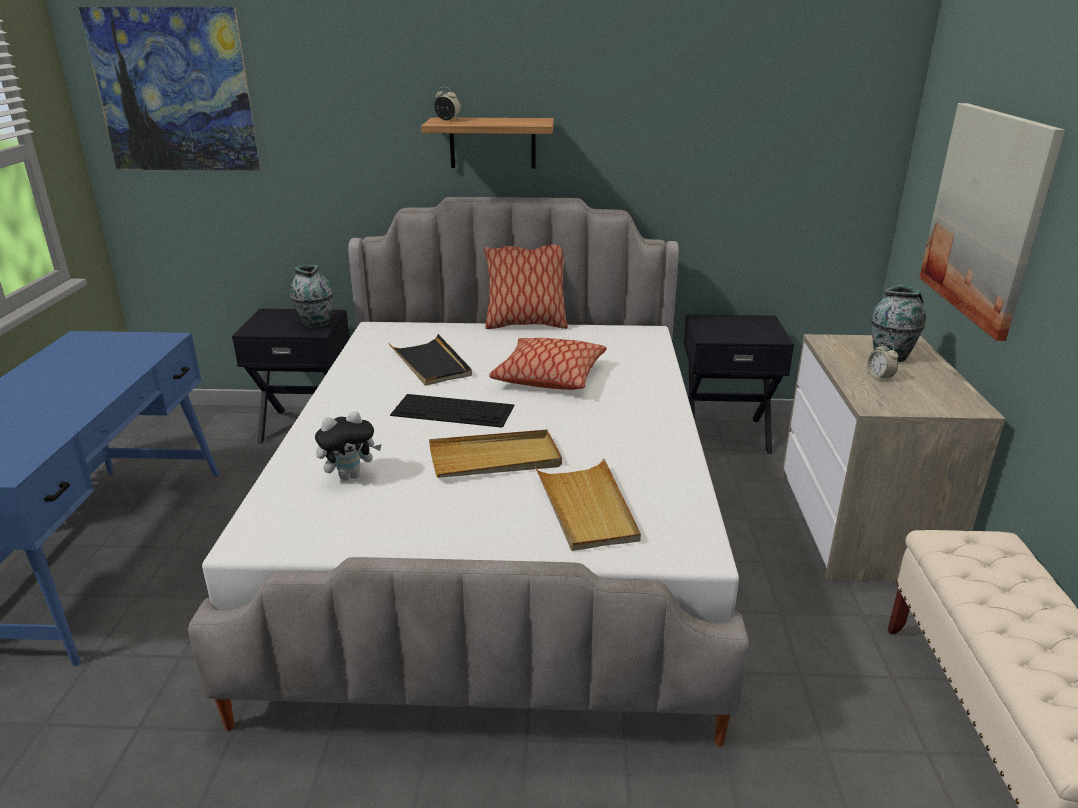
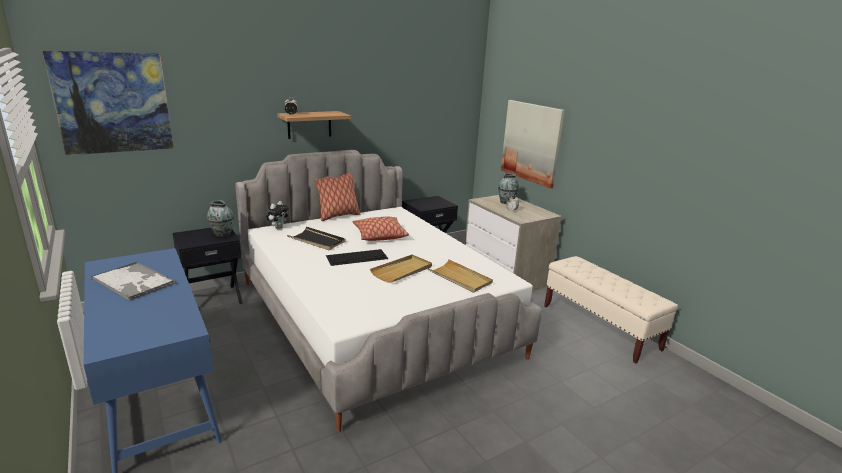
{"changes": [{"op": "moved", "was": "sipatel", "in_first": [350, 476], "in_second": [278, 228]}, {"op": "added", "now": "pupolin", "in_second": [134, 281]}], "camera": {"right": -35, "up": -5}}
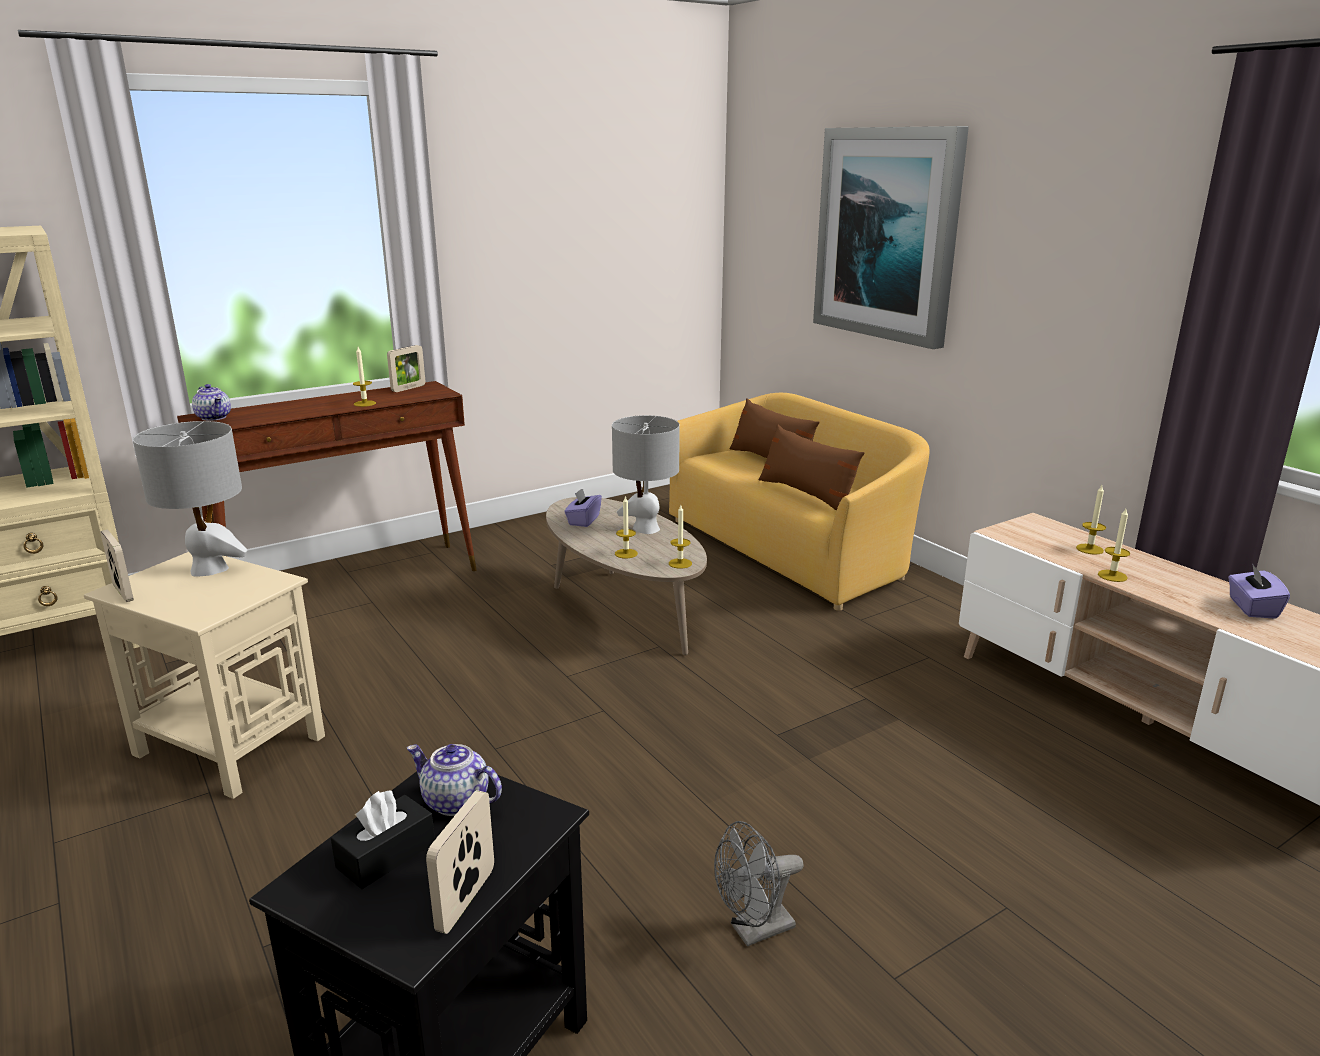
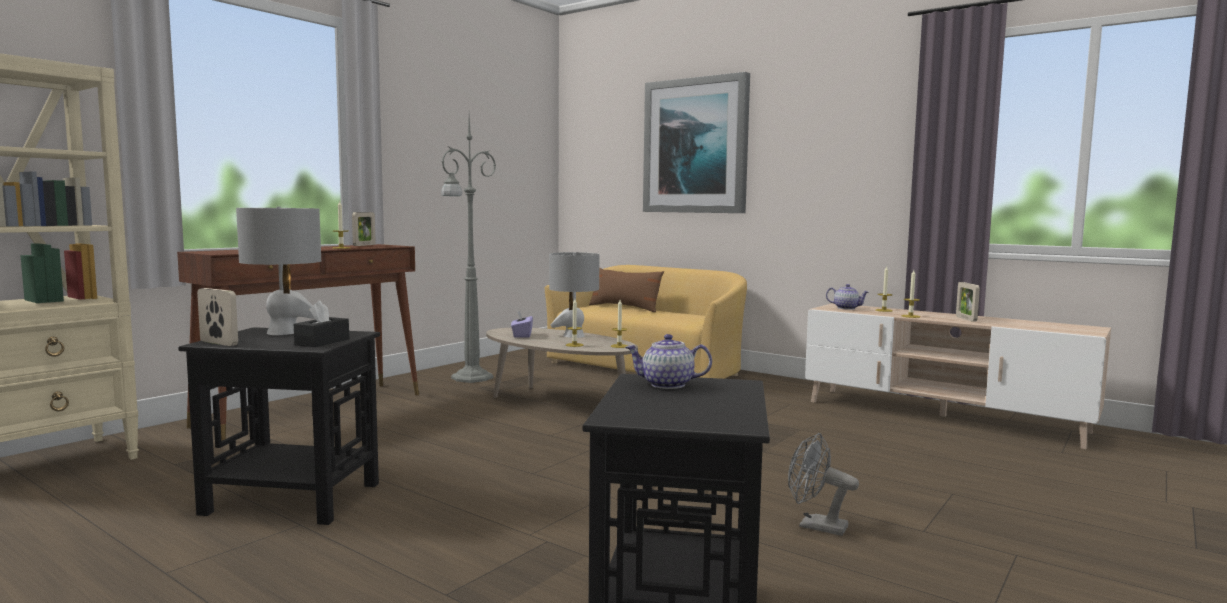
{"changes": [{"op": "moved", "was": "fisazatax", "in_first": [214, 417], "in_second": [846, 308]}, {"op": "removed", "was": "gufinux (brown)", "in_first": [807, 494]}, {"op": "recoloured", "was": "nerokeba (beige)", "now": "nerokeba (black)", "in_first": [228, 745], "in_second": [290, 498]}, {"op": "removed", "was": "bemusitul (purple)", "in_first": [1252, 608]}, {"op": "moved", "was": "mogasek", "in_first": [466, 900], "in_second": [966, 319]}, {"op": "moved", "was": "bemusitul (black)", "in_first": [386, 855], "in_second": [322, 342]}, {"op": "turned", "was": "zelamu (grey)", "in_first": [754, 931], "in_second": [815, 526], "clockwise": 75}, {"op": "added", "now": "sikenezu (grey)", "in_second": [470, 378]}], "camera": {"right": -20, "up": -15}}
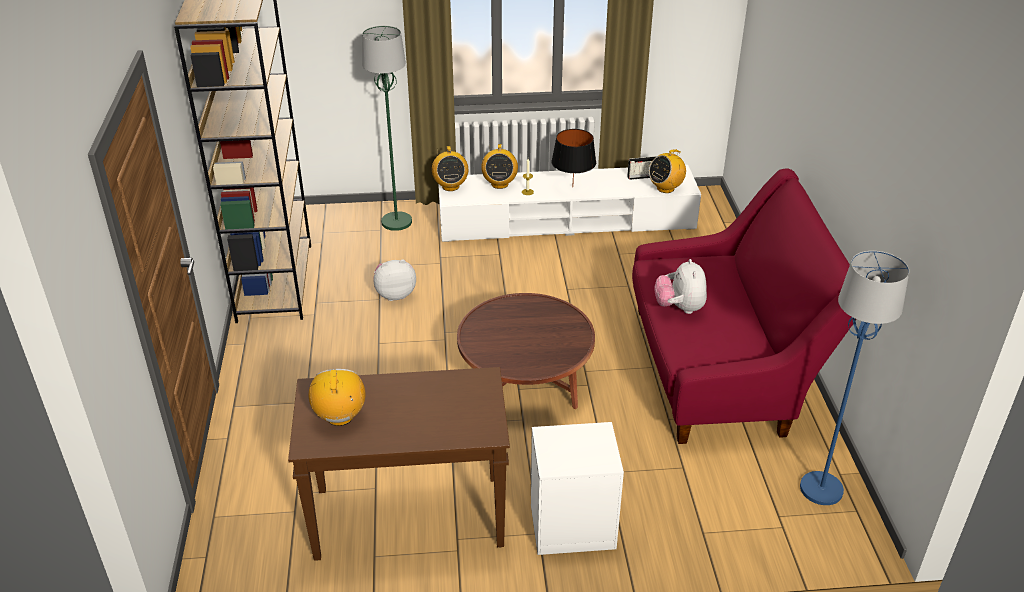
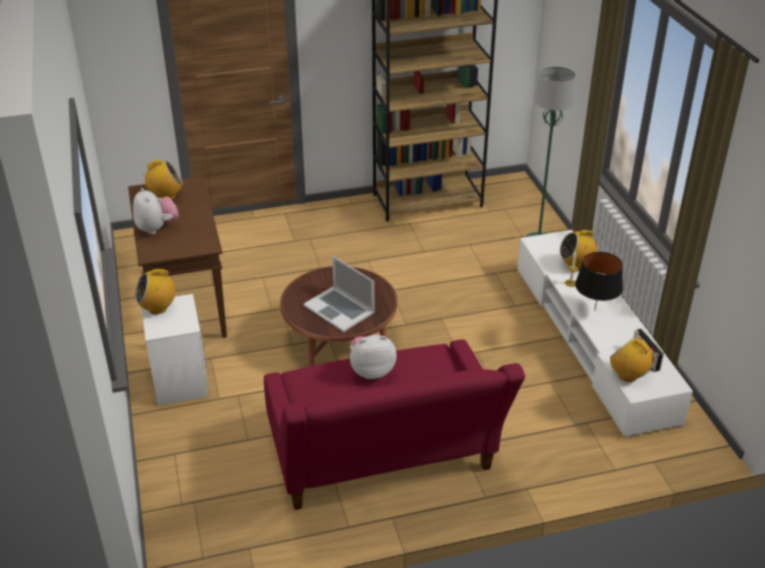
{"changes": [{"op": "moved", "was": "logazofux", "in_first": [450, 186], "in_second": [158, 308]}, {"op": "removed", "was": "sikenezu (blue)", "in_first": [821, 489]}, {"op": "moved", "was": "sipatel", "in_first": [395, 294], "in_second": [157, 228]}, {"op": "added", "now": "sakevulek", "in_second": [339, 309]}], "camera": {"right": 80, "up": 0}}
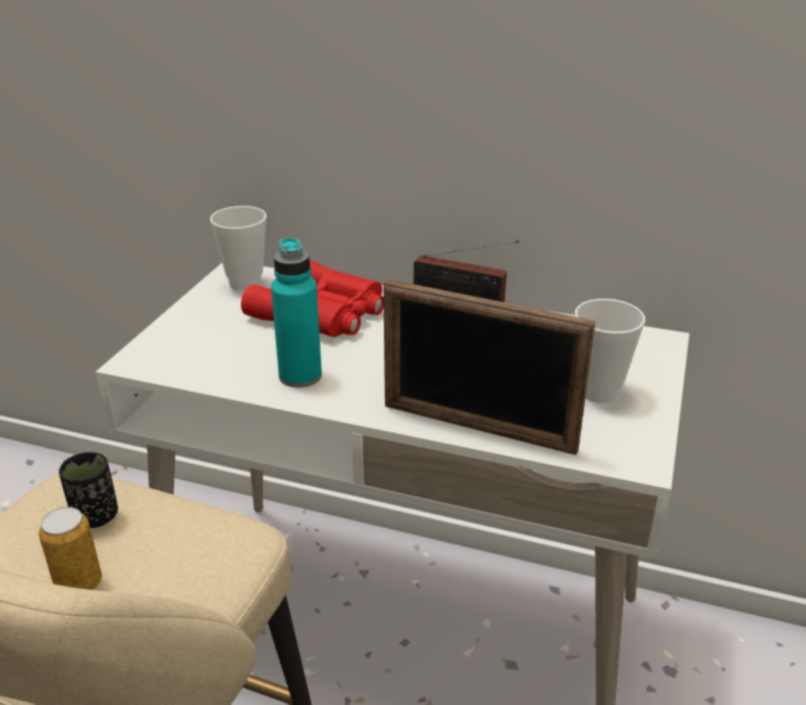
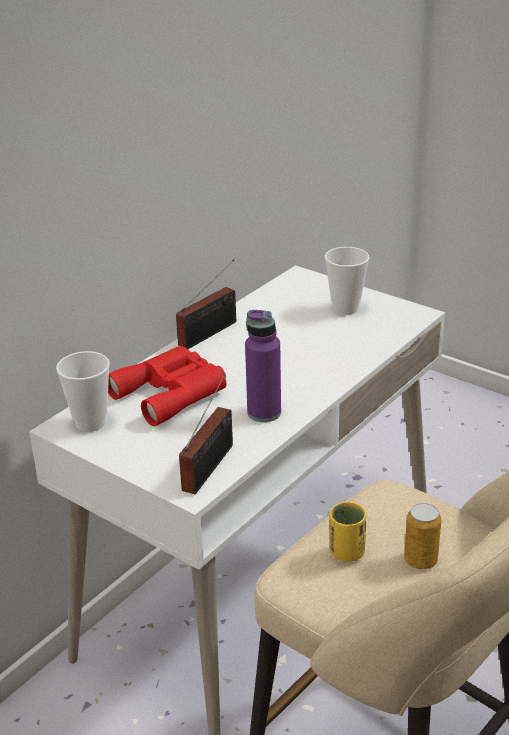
{"changes": [{"op": "recoloured", "was": "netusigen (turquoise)", "now": "netusigen (purple)", "in_first": [300, 376], "in_second": [264, 413]}, {"op": "removed", "was": "mogasek", "in_first": [477, 428]}, {"op": "recoloured", "was": "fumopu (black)", "now": "fumopu (yellow)", "in_first": [95, 516], "in_second": [346, 552]}, {"op": "added", "now": "logazofux", "in_second": [211, 465]}], "camera": {"right": -70, "up": 0}}
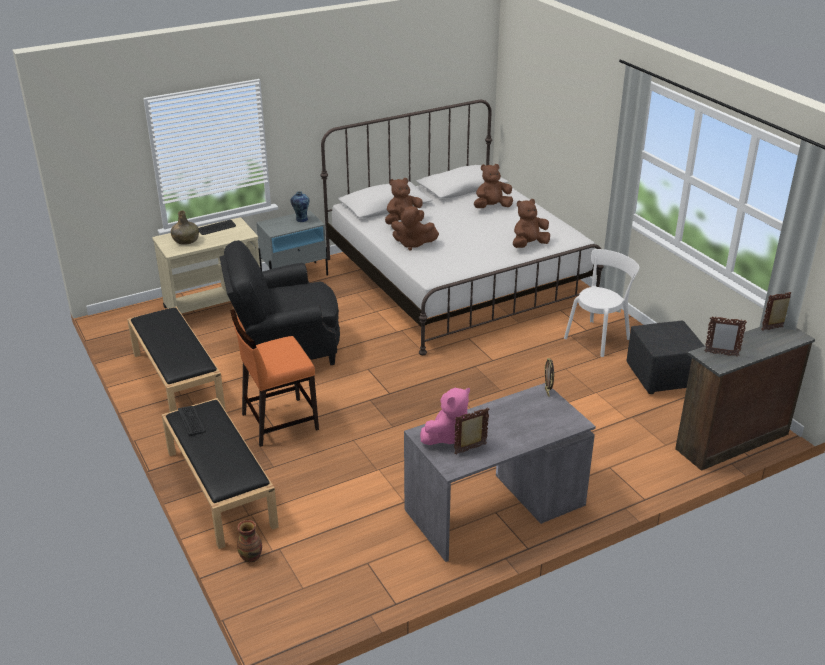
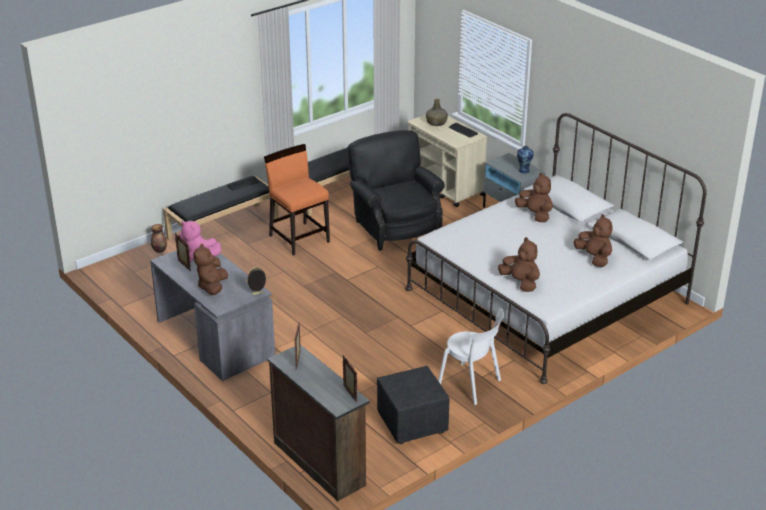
{"changes": [{"op": "moved", "was": "sipatel (brown)", "in_first": [413, 244], "in_second": [212, 287]}], "camera": {"right": 80, "up": 0}}
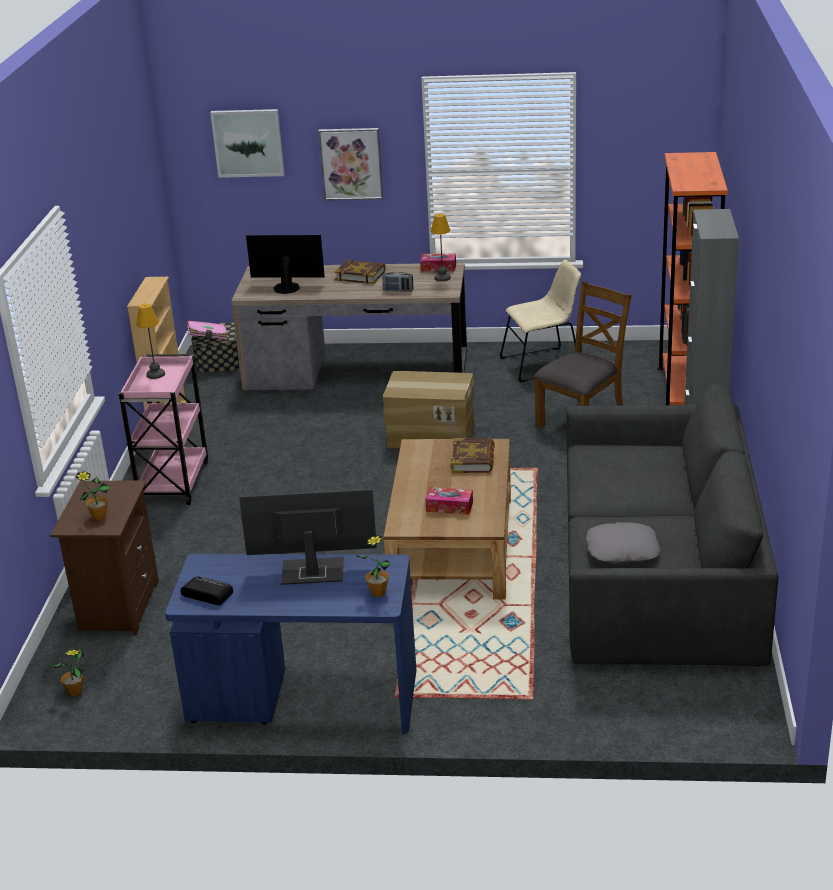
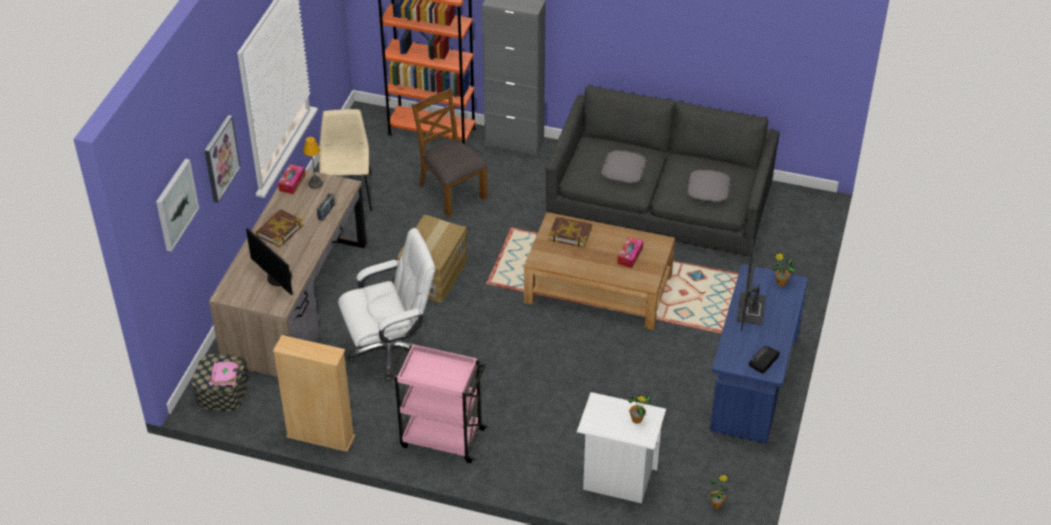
{"changes": [{"op": "turned", "was": "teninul", "in_first": [287, 287], "in_second": [277, 279], "clockwise": -60}, {"op": "removed", "was": "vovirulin", "in_first": [156, 374]}, {"op": "recoloured", "was": "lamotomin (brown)", "now": "lamotomin (white)", "in_first": [117, 606], "in_second": [617, 479]}, {"op": "added", "now": "gufinux (grey)", "in_second": [624, 171]}, {"op": "added", "now": "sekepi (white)", "in_second": [390, 349]}], "camera": {"right": -80, "up": 15}}
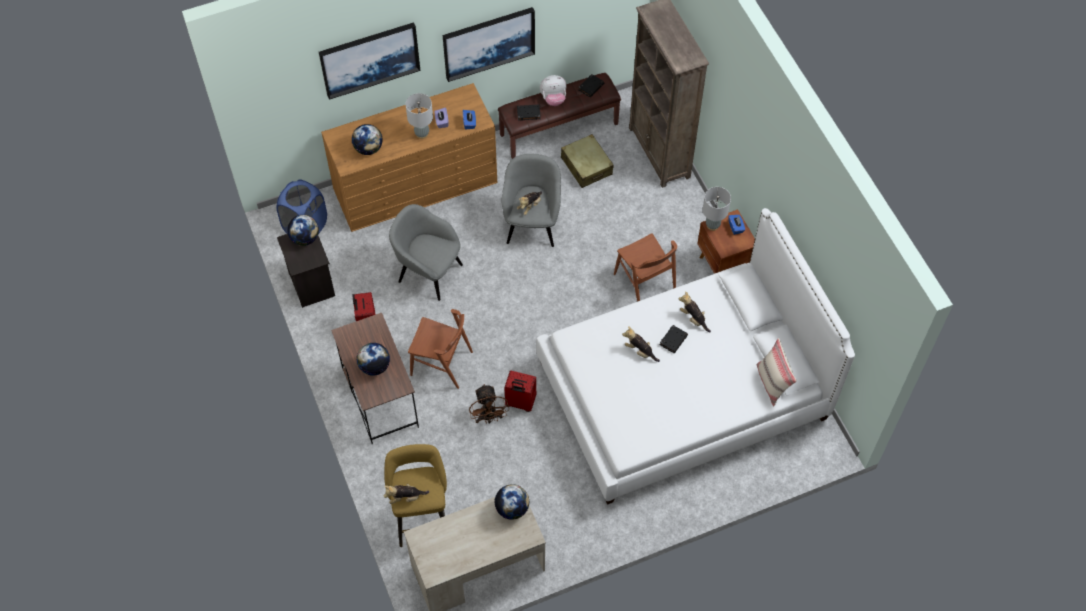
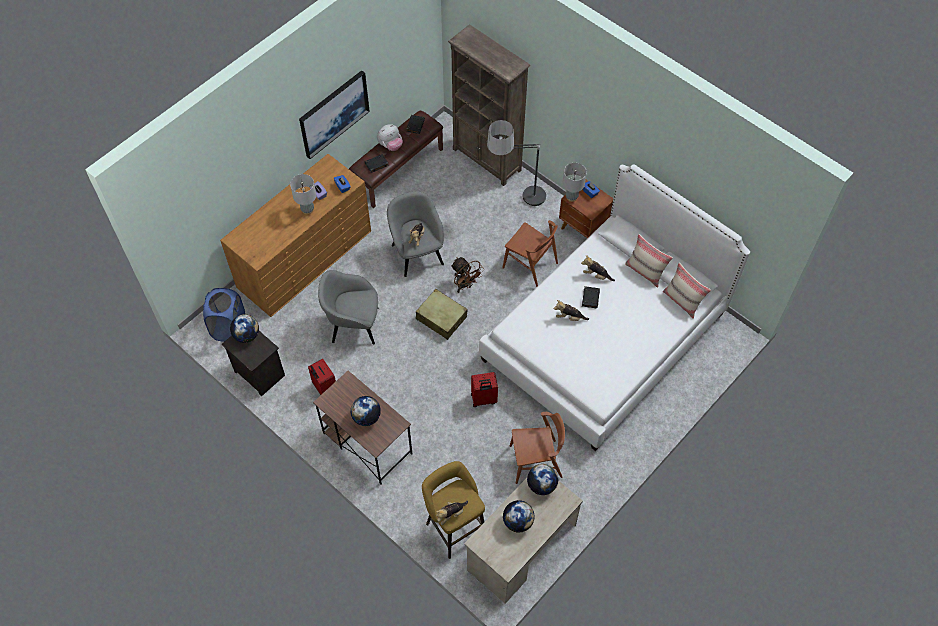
{"changes": [{"op": "removed", "was": "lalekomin", "in_first": [369, 59]}, {"op": "moved", "was": "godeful", "in_first": [368, 149], "in_second": [518, 522]}, {"op": "moved", "was": "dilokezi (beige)", "in_first": [586, 166], "in_second": [441, 318]}, {"op": "moved", "was": "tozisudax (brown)", "in_first": [442, 363], "in_second": [536, 461]}, {"op": "moved", "was": "zelamu (brown)", "in_first": [488, 417], "in_second": [465, 285]}, {"op": "added", "now": "sikenezu", "in_second": [517, 204]}, {"op": "added", "now": "gufinux (beige)", "in_second": [645, 271]}], "camera": {"right": -25, "up": 0}}
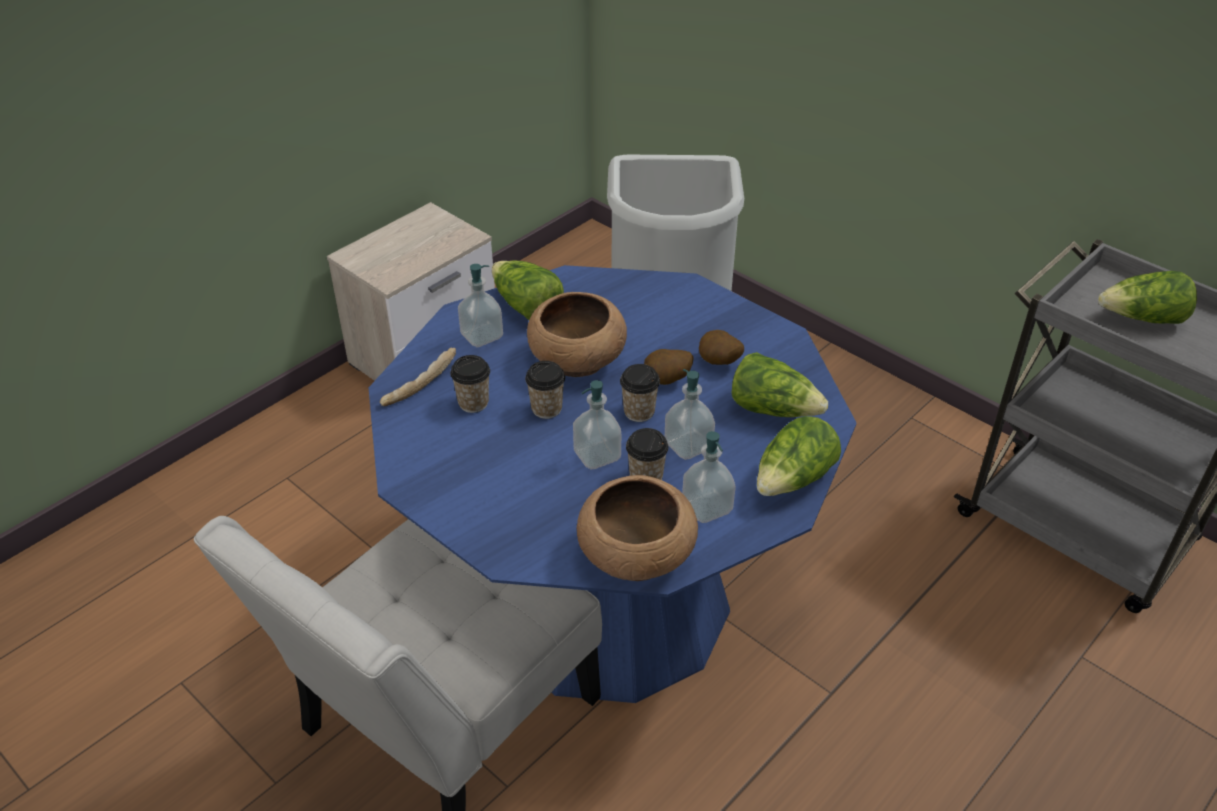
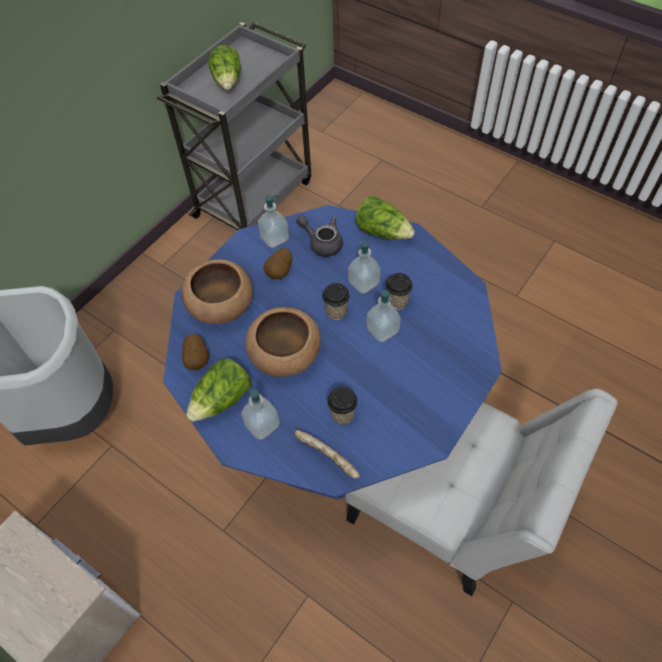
{"changes": [{"op": "moved", "was": "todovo", "in_first": [667, 381], "in_second": [198, 360]}, {"op": "replaced", "was": "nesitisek", "now": "fisazatax (grey)", "in_first": [773, 409], "in_second": [322, 242]}, {"op": "removed", "was": "fumopu", "in_first": [546, 409]}, {"op": "moved", "was": "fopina", "in_first": [707, 507], "in_second": [274, 238]}, {"op": "moved", "was": "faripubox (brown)", "in_first": [637, 556], "in_second": [222, 305]}], "camera": {"right": -95, "up": 15}}
